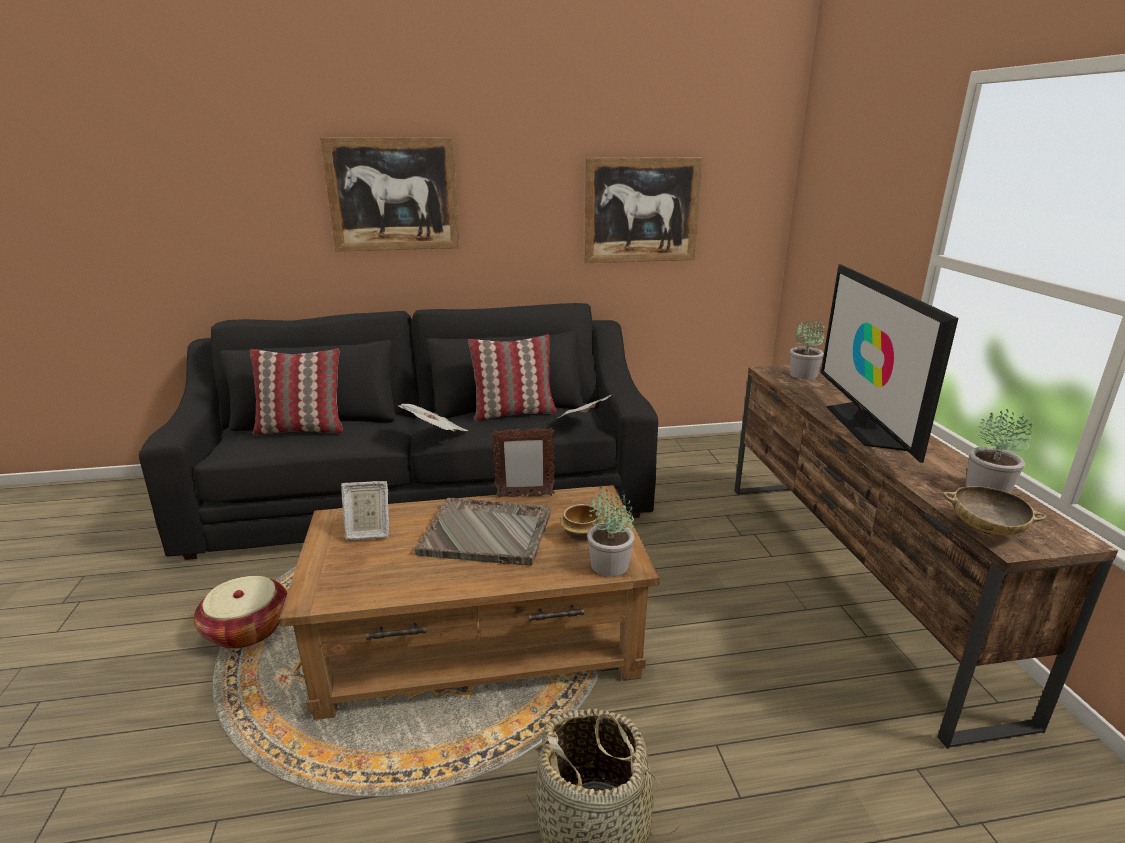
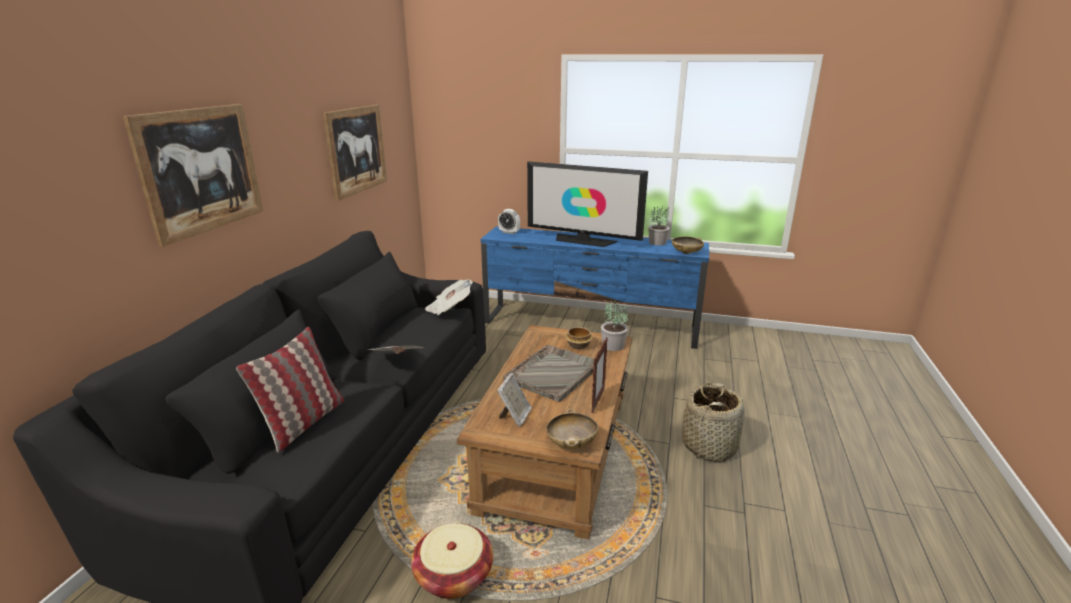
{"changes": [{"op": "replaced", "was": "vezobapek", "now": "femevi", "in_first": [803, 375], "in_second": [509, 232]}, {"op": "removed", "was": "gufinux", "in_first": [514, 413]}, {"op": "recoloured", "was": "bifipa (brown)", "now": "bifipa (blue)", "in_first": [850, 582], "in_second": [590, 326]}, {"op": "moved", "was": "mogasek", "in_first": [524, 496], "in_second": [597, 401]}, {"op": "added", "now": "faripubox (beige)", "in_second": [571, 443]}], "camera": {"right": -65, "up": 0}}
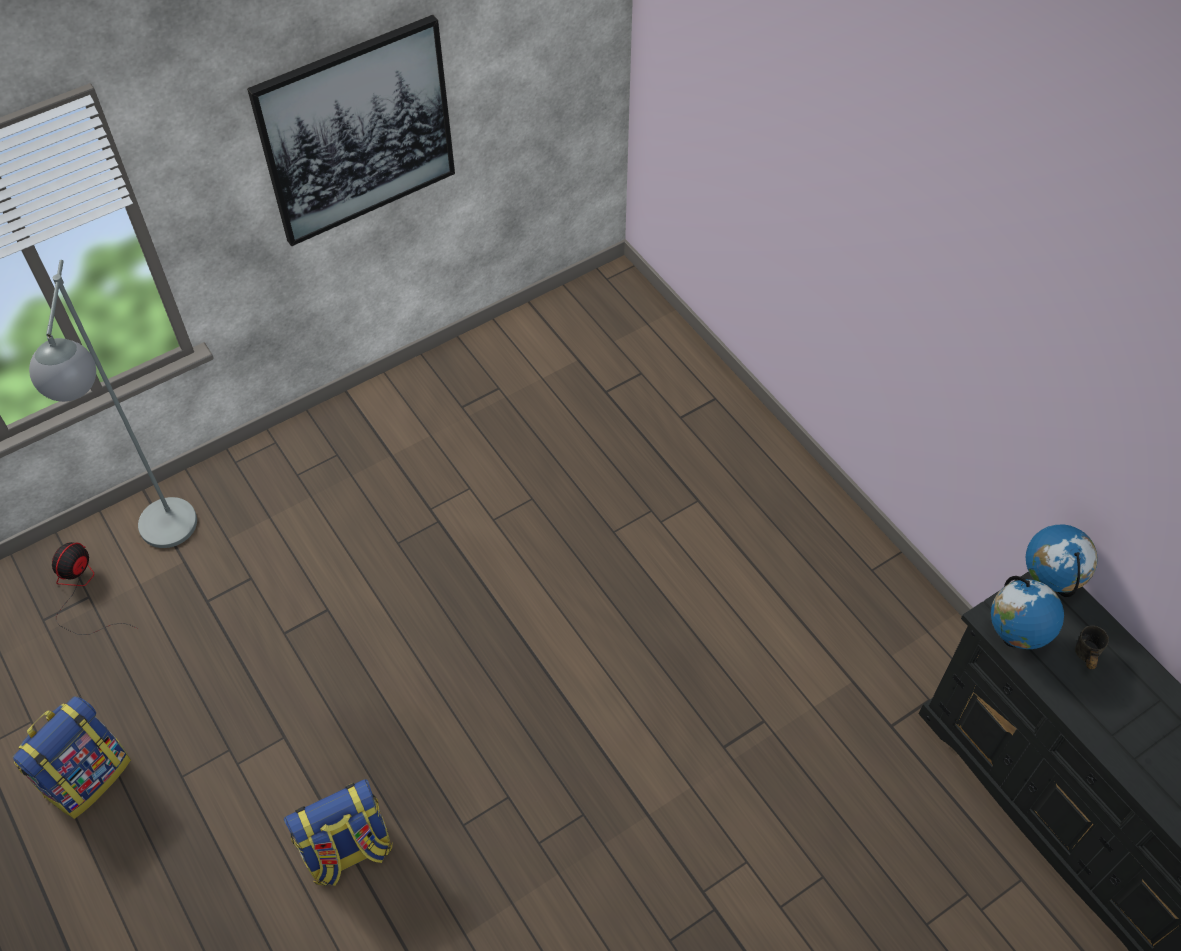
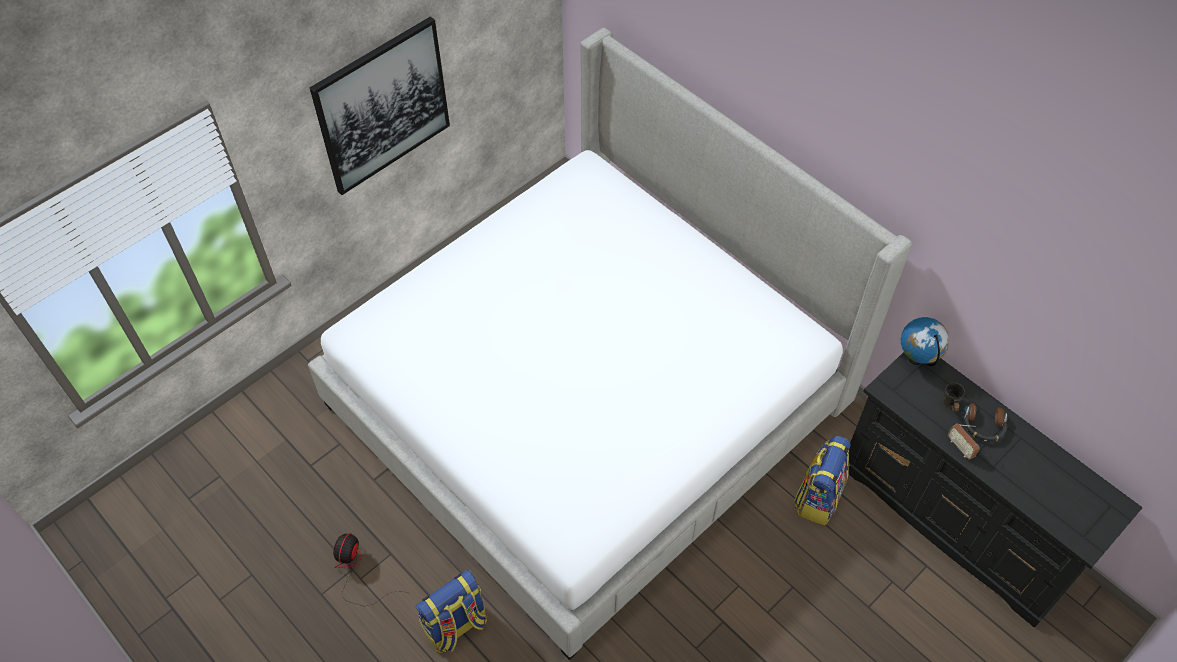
{"changes": [{"op": "removed", "was": "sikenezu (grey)", "in_first": [167, 541]}, {"op": "moved", "was": "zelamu", "in_first": [82, 591], "in_second": [356, 570]}, {"op": "removed", "was": "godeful", "in_first": [1013, 638]}, {"op": "moved", "was": "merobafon", "in_first": [87, 776], "in_second": [818, 497]}, {"op": "added", "now": "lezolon", "in_second": [588, 402]}, {"op": "added", "now": "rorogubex", "in_second": [983, 426]}, {"op": "added", "now": "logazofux", "in_second": [960, 447]}], "camera": {"right": -10, "up": 0}}
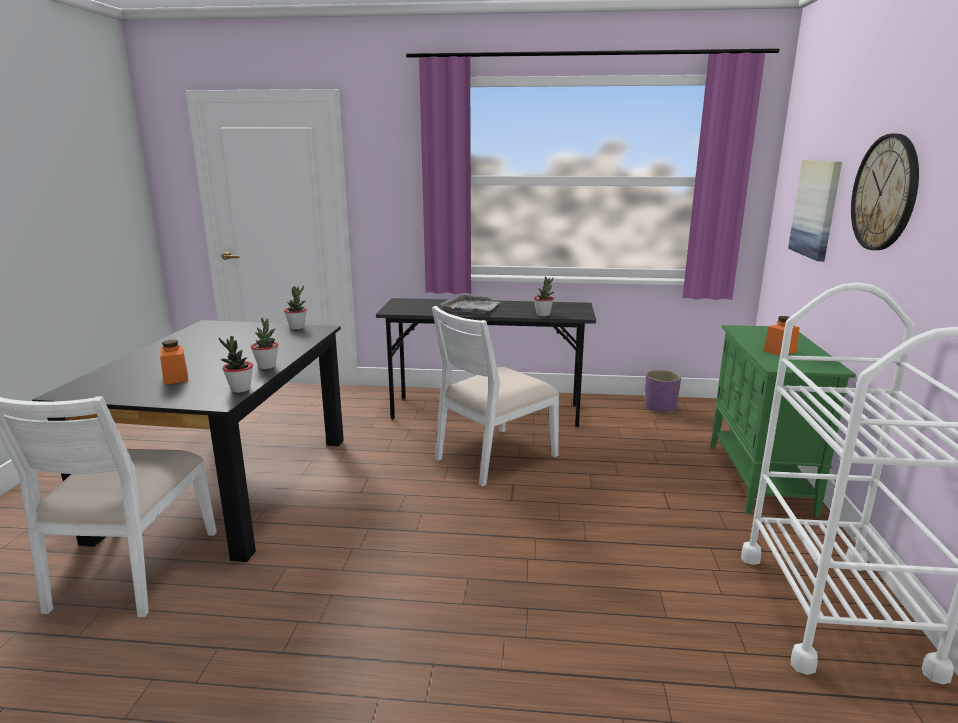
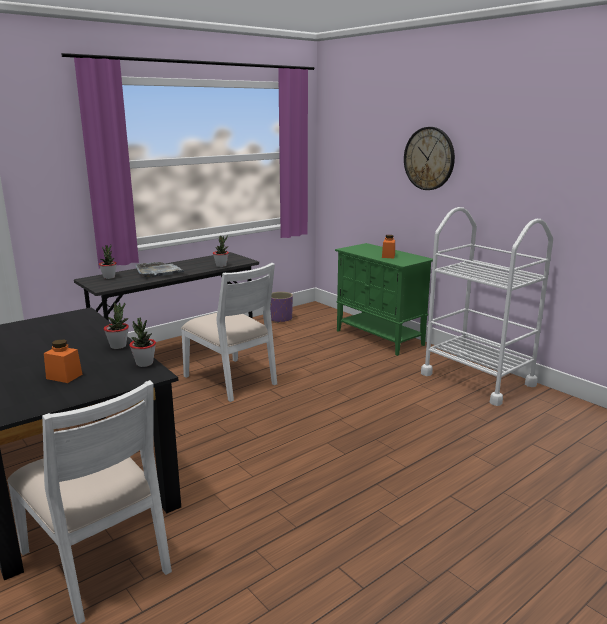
{"changes": [{"op": "removed", "was": "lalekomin", "in_first": [816, 208]}, {"op": "moved", "was": "vezobapek", "in_first": [297, 327], "in_second": [109, 277]}, {"op": "turned", "was": "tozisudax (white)", "in_first": [494, 456], "in_second": [231, 380], "clockwise": -45}], "camera": {"right": -45, "up": 0}}
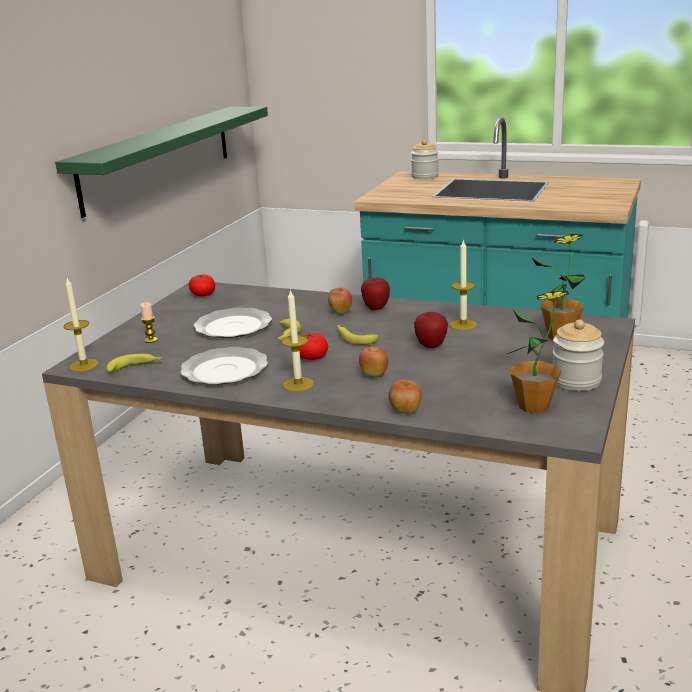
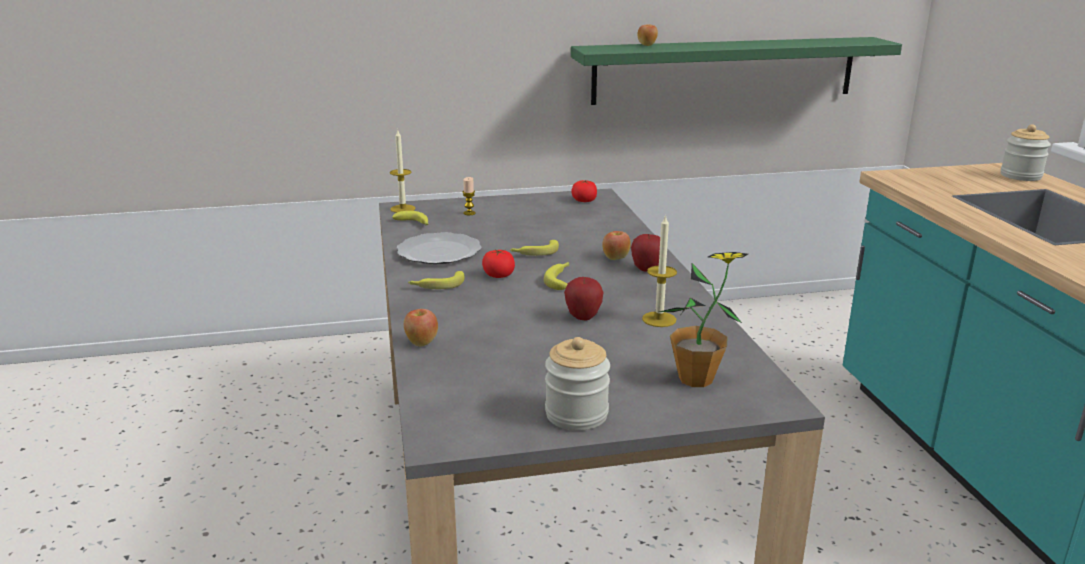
{"changes": [{"op": "replaced", "was": "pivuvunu", "now": "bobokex", "in_first": [298, 384], "in_second": [437, 285]}, {"op": "removed", "was": "vezobapek", "in_first": [534, 406]}, {"op": "removed", "was": "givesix", "in_first": [232, 326]}, {"op": "moved", "was": "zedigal", "in_first": [374, 375], "in_second": [647, 45]}], "camera": {"right": 55, "up": 0}}
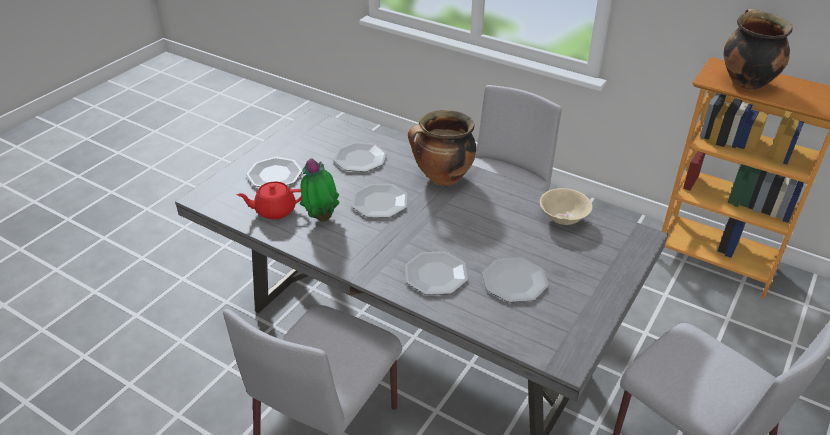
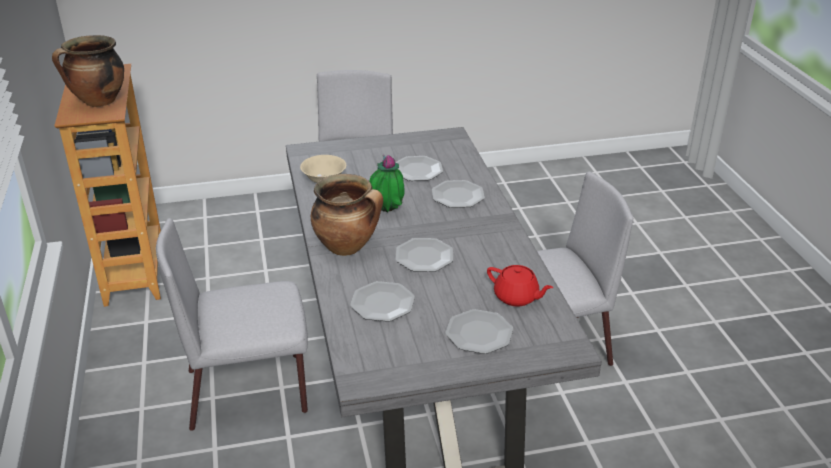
{"changes": [{"op": "moved", "was": "vezobapek", "in_first": [321, 217], "in_second": [386, 213]}], "camera": {"right": -135, "up": -5}}
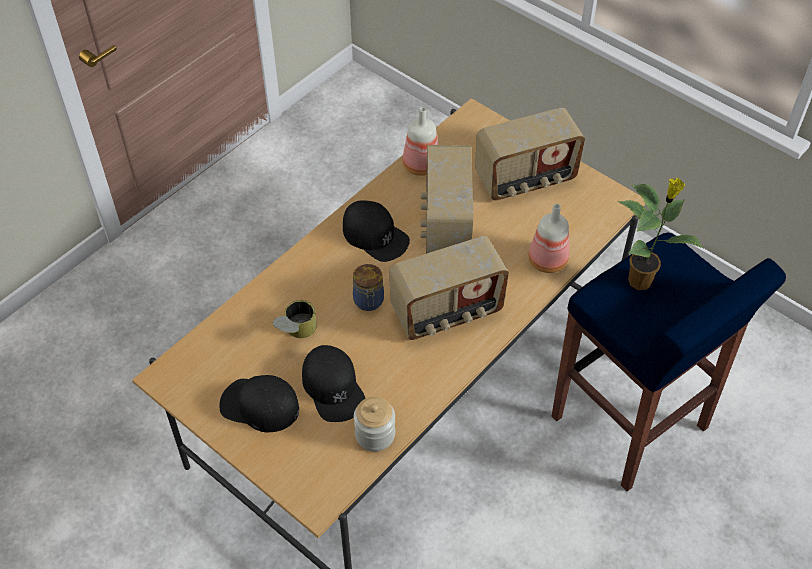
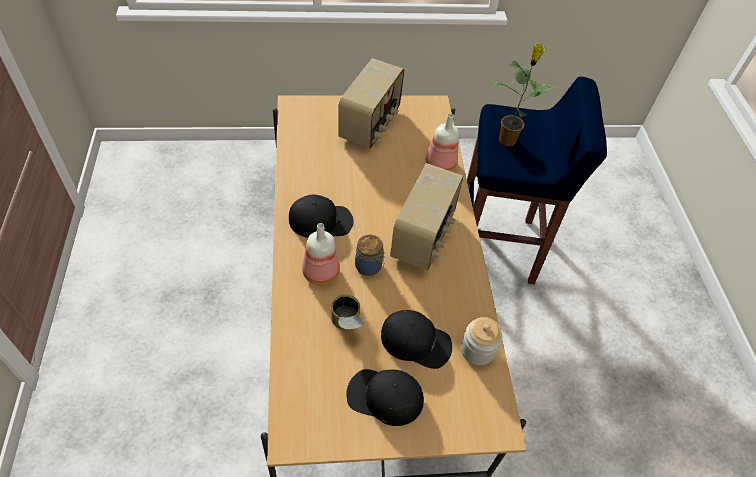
{"changes": [{"op": "moved", "was": "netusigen", "in_first": [420, 166], "in_second": [320, 274]}, {"op": "removed", "was": "logazofux", "in_first": [446, 224]}, {"op": "turned", "was": "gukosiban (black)", "in_first": [259, 406], "in_second": [384, 397], "clockwise": 45}], "camera": {"right": -50, "up": 0}}
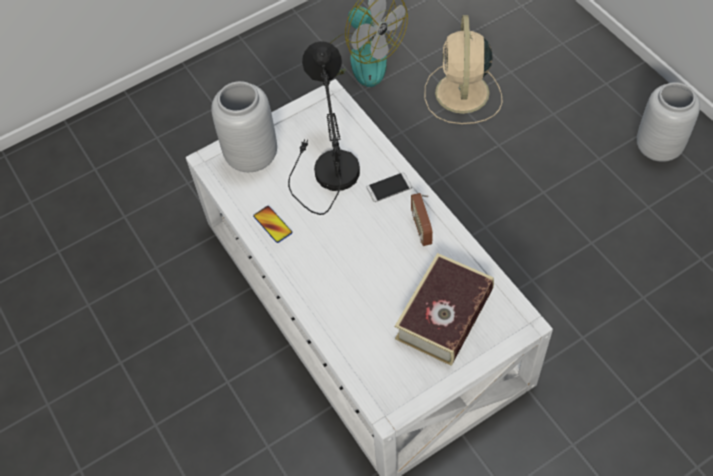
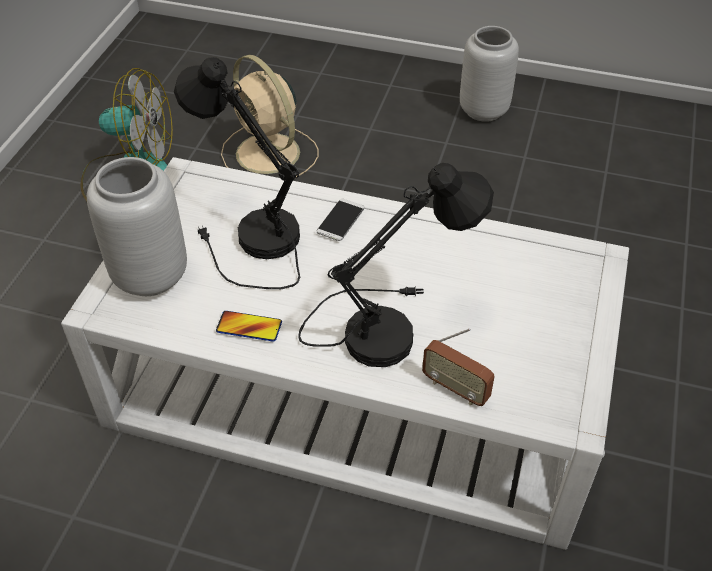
{"changes": [{"op": "moved", "was": "logazofux", "in_first": [421, 229], "in_second": [455, 388]}, {"op": "removed", "was": "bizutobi", "in_first": [444, 315]}, {"op": "added", "now": "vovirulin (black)", "in_second": [382, 323]}], "camera": {"right": -45, "up": -10}}
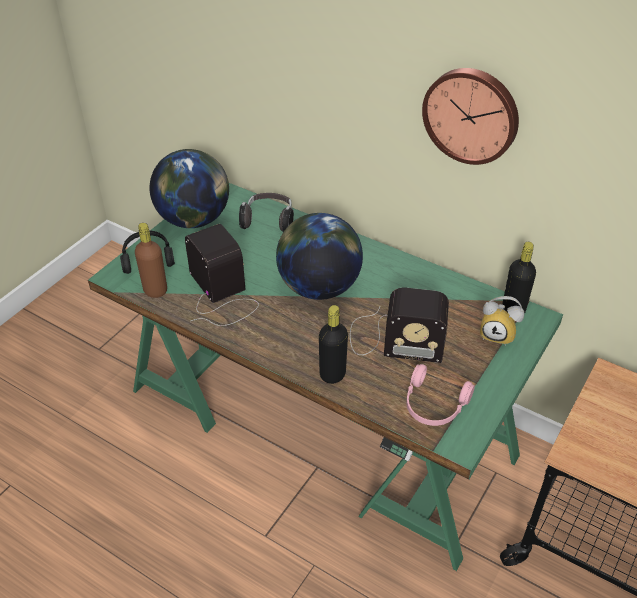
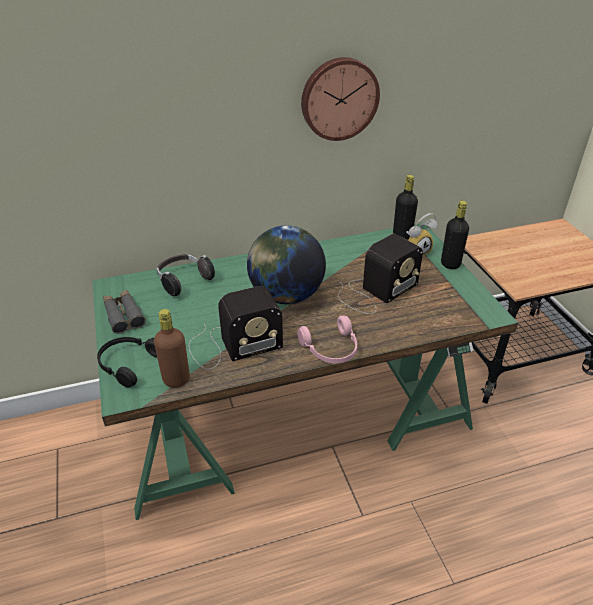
{"changes": [{"op": "replaced", "was": "godeful", "now": "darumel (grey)", "in_first": [194, 219], "in_second": [123, 315]}, {"op": "turned", "was": "logazofux", "in_first": [222, 295], "in_second": [231, 345], "clockwise": 150}, {"op": "moved", "was": "netusigen (black)", "in_first": [332, 374], "in_second": [450, 264]}, {"op": "moved", "was": "rorogubex (pink)", "in_first": [433, 405], "in_second": [331, 349]}], "camera": {"right": -50, "up": -5}}
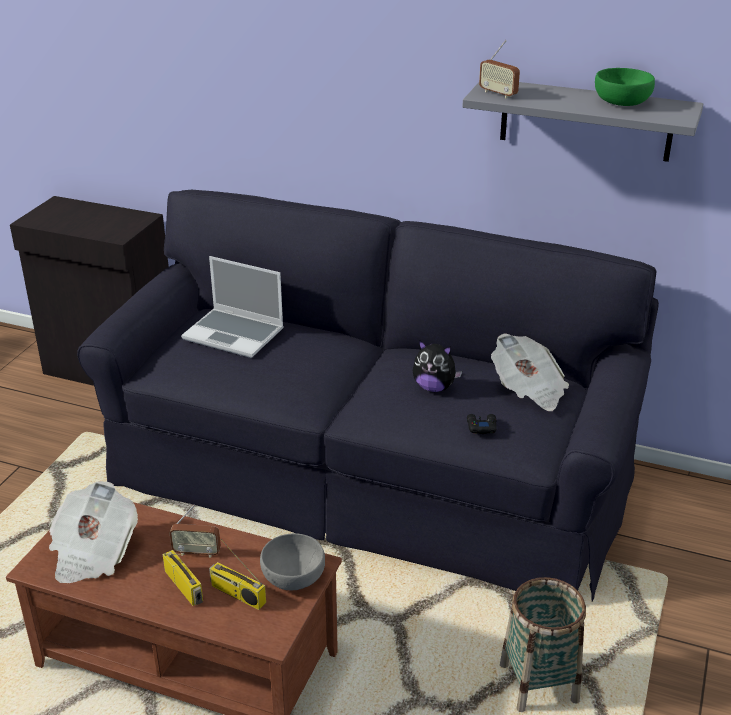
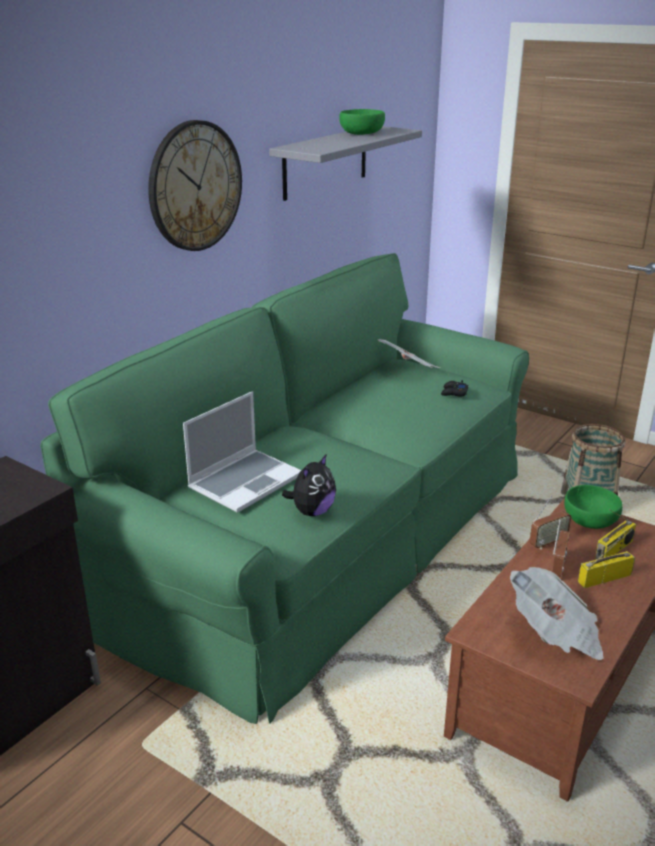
{"changes": [{"op": "moved", "was": "logazofux", "in_first": [498, 94], "in_second": [548, 543]}, {"op": "recoloured", "was": "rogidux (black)", "now": "rogidux (green)", "in_first": [365, 473], "in_second": [327, 539]}, {"op": "moved", "was": "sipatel", "in_first": [434, 387], "in_second": [312, 511]}, {"op": "recoloured", "was": "faripubox (grey)", "now": "faripubox (green)", "in_first": [292, 576], "in_second": [589, 520]}, {"op": "added", "now": "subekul", "in_second": [195, 186]}], "camera": {"right": -75, "up": -5}}
